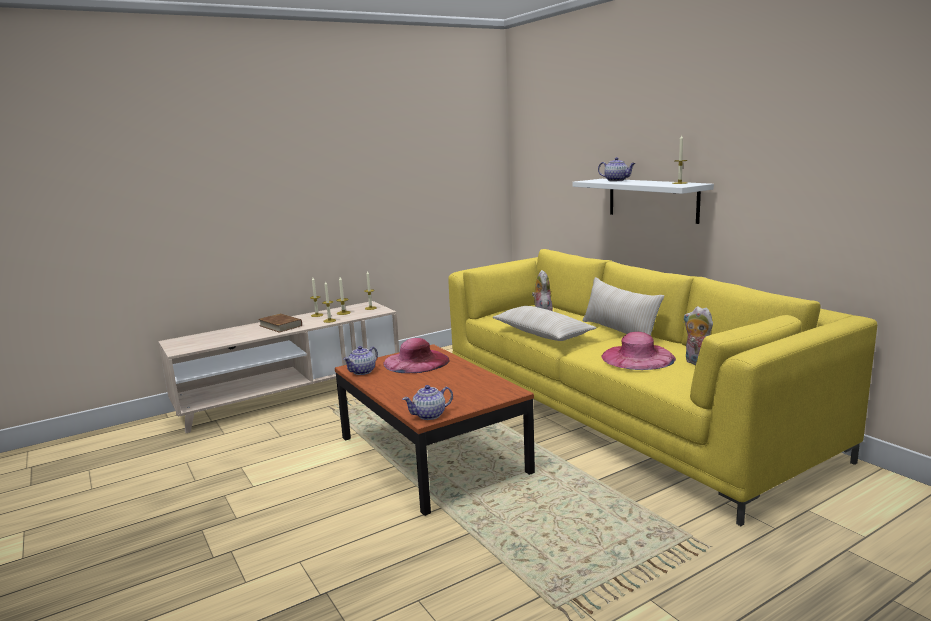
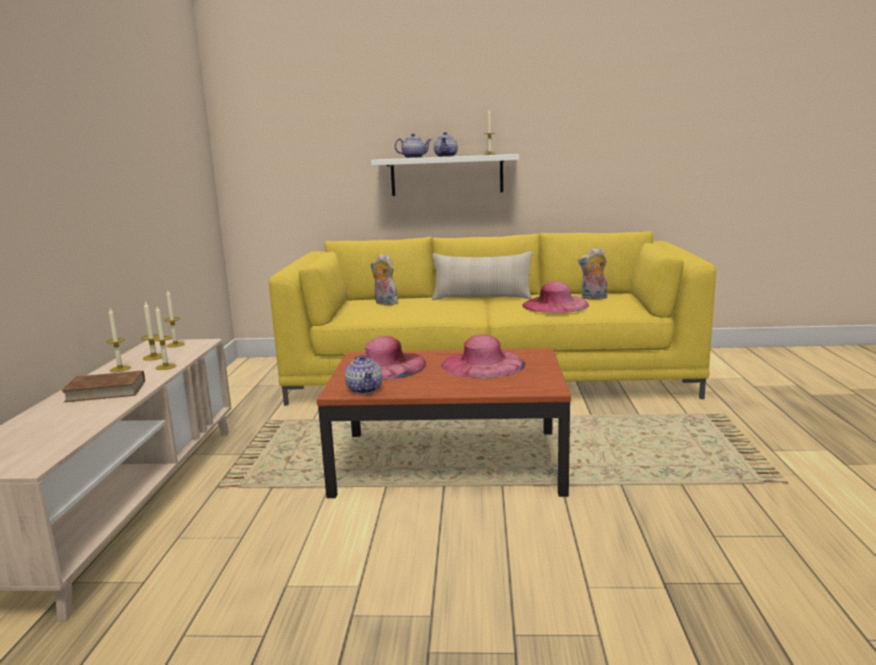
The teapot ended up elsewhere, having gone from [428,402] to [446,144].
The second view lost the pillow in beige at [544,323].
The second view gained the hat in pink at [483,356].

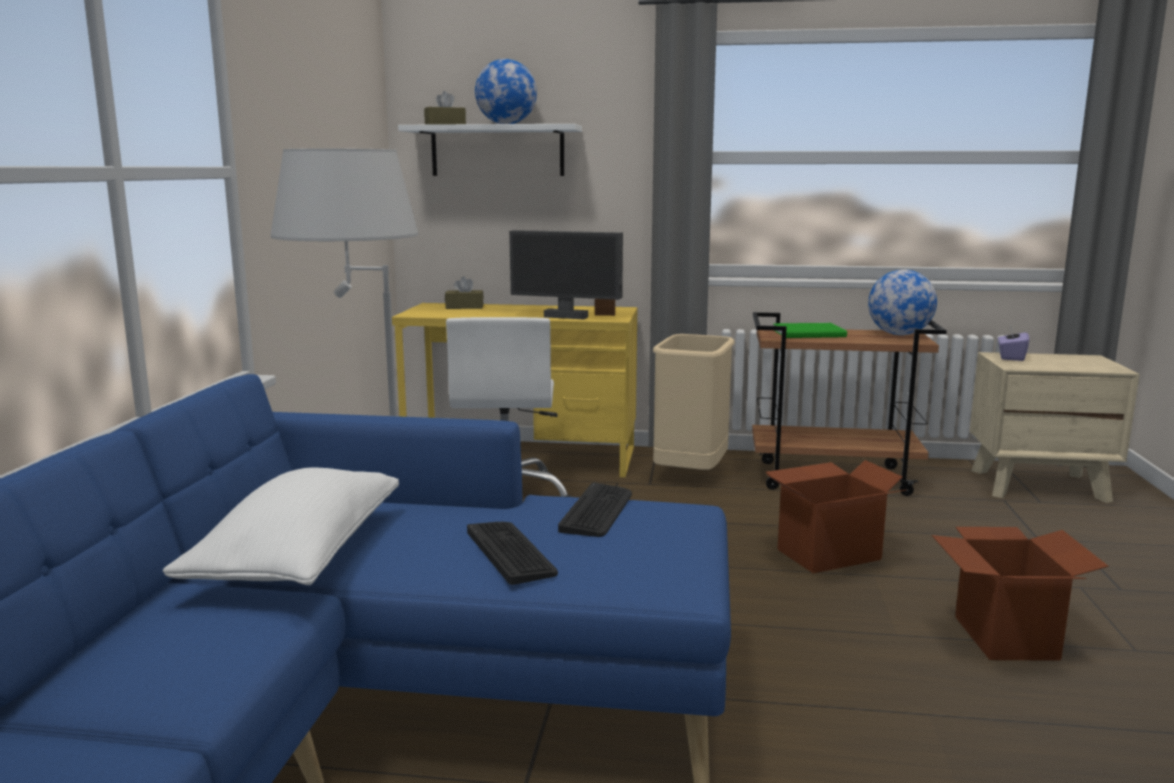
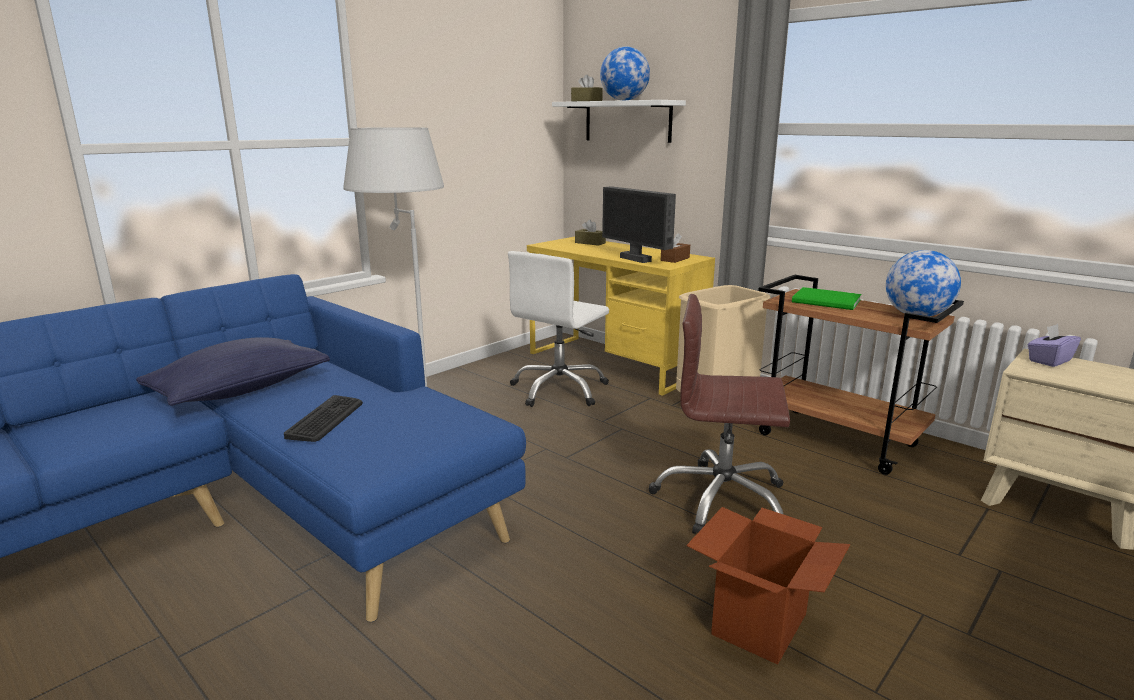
What was the pillow in white at [281,526] turned into the pillow in blue at [233,372].
The second view lost the keyboard at [595,509].
Where the cardboard box stood at [835,516], the office chair in brown came to stand at [719,414].

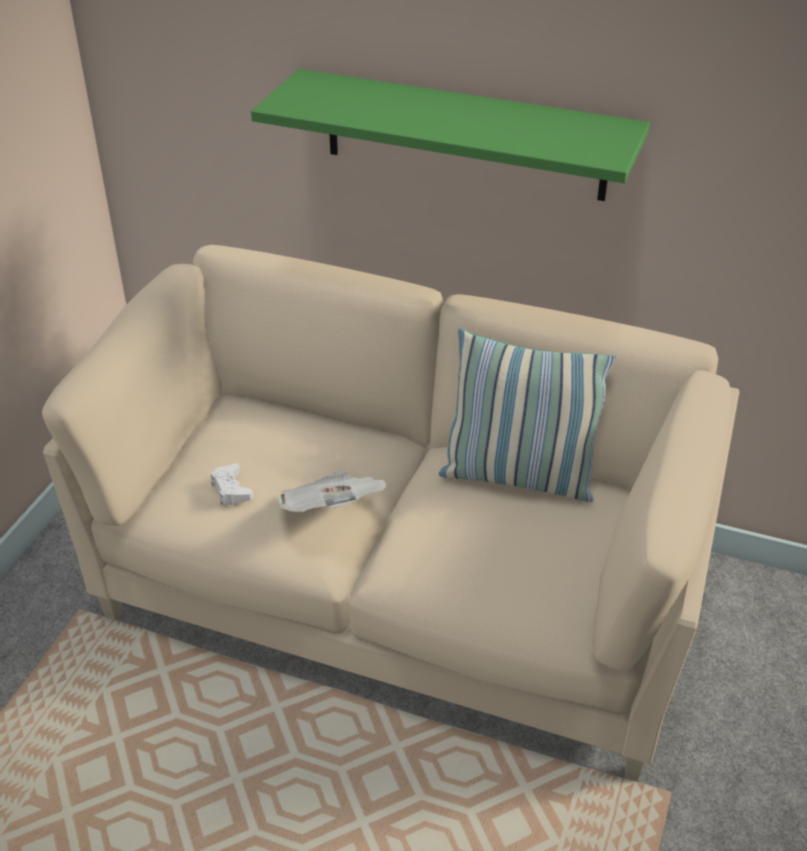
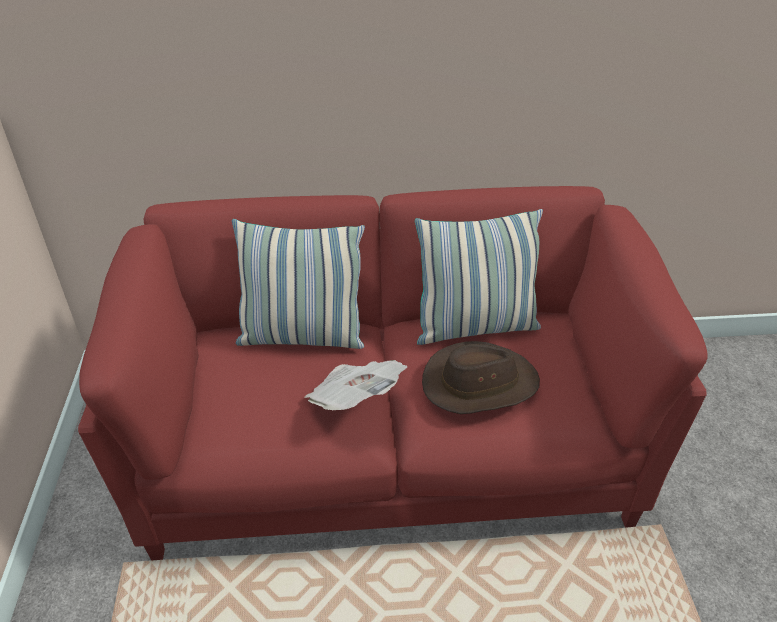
What was the sofa in beige at [390,513] turned into the sofa in red at [393,373].
The second view lost the game controller in white at [232,484].
The second view lost the shelf in green at [450,135].
The second view gained the pillow at [298,284].
The second view gained the hat in brown at [481,377].

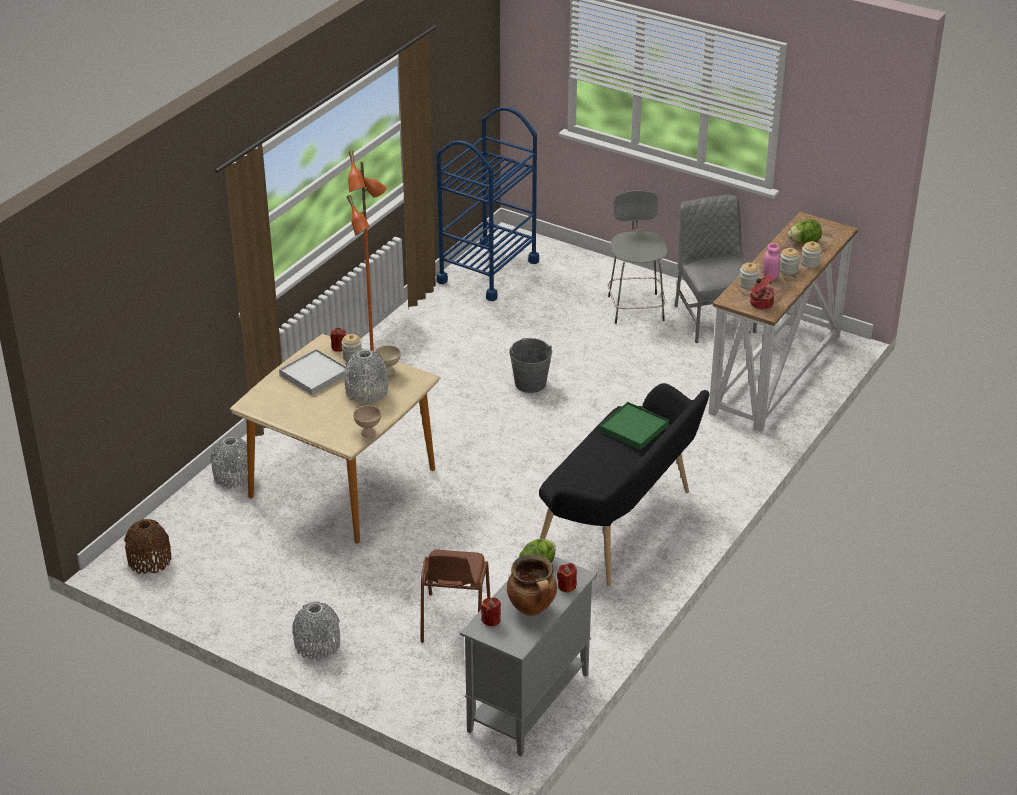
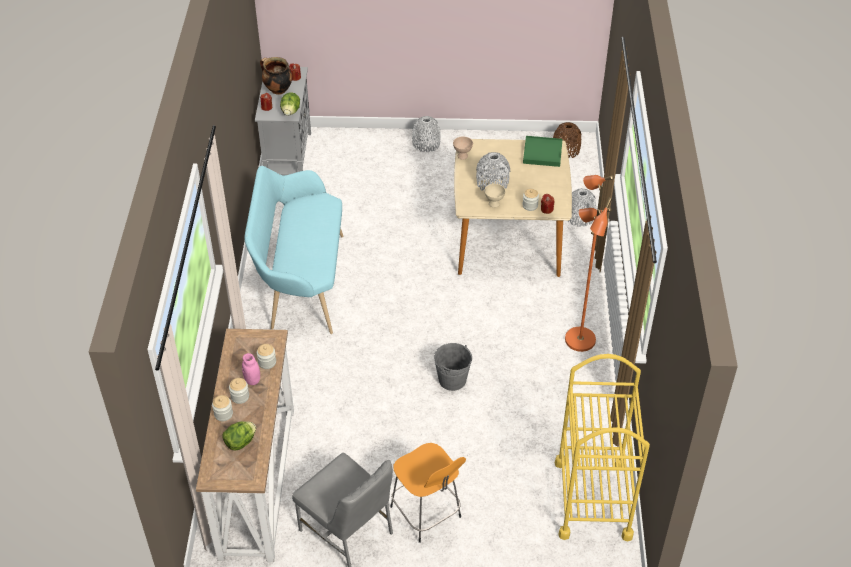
The second view lost the tray in white at [312,372].
The second view lost the chair in brown at [455,596].
What was the cart in blue at [487,204] turned into the cart in yellow at [602,447].
What was the bench in black at [624,484] turned into the bench in turquoise at [293,250].
The tray in green ended up elsewhere, having gone from [634,426] to [542,151].
What was the stool in grey at [638,257] turned into the stool in orange at [428,493].
The second view lost the cooking pot at [762,292].

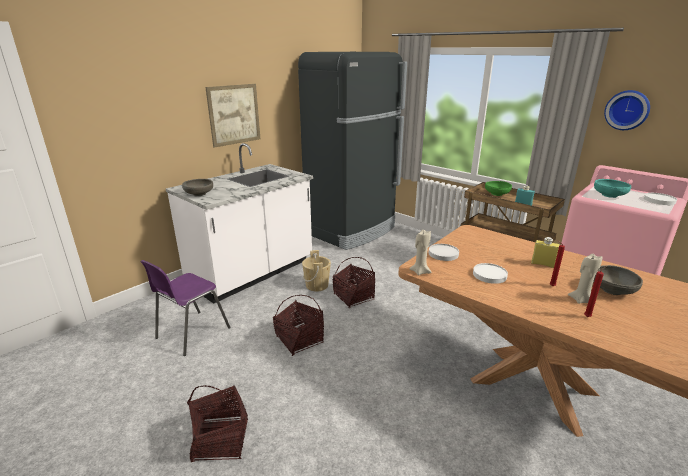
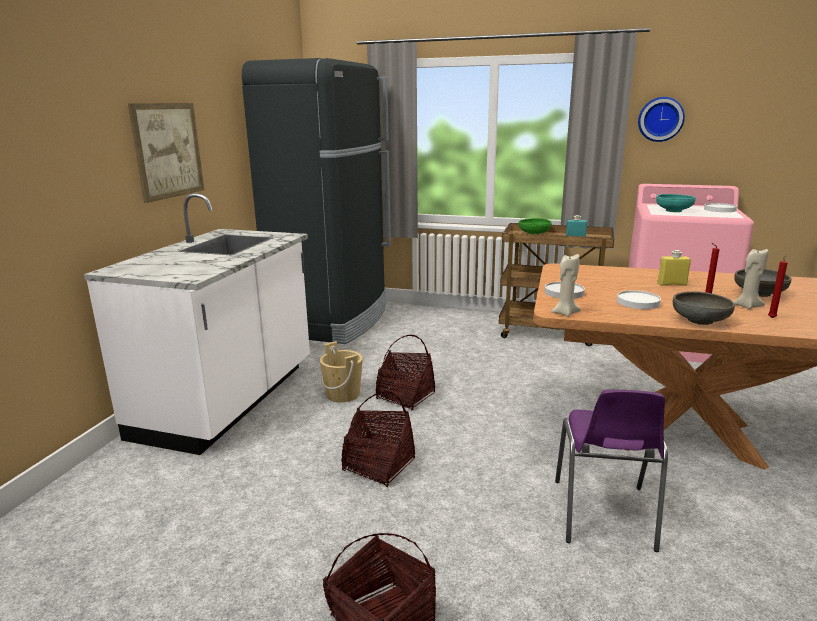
The chair in purple ended up elsewhere, having gone from [185,308] to [611,471].
The bowl in grey ended up elsewhere, having gone from [197,187] to [704,308].

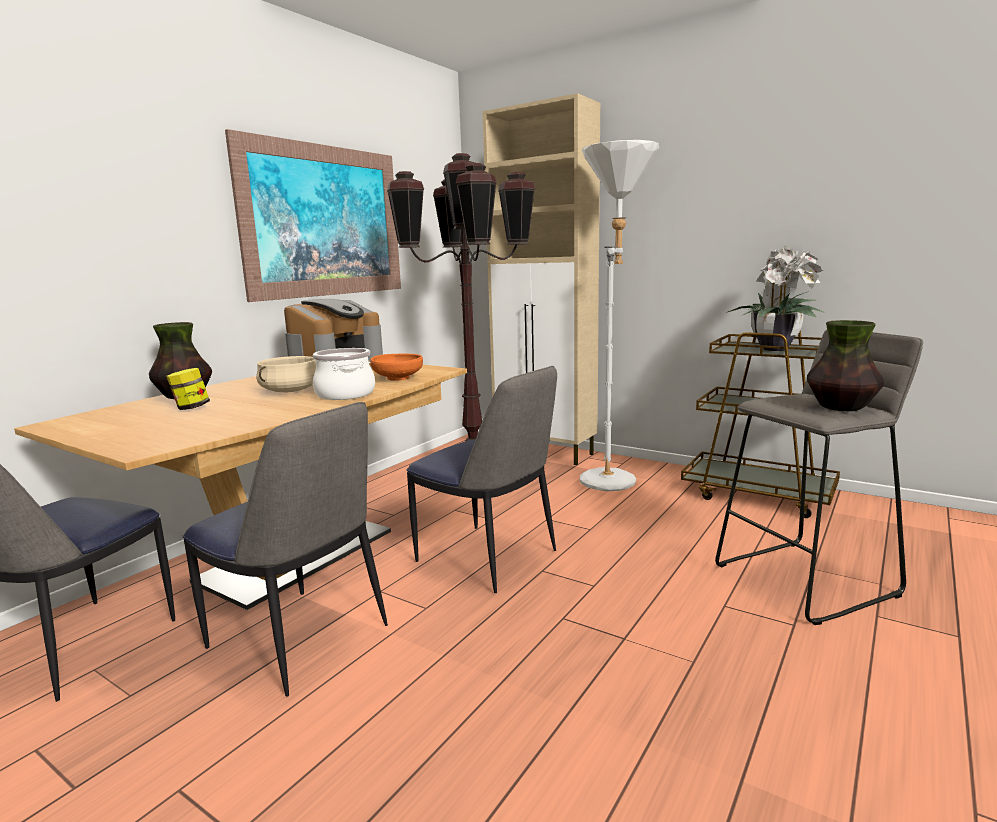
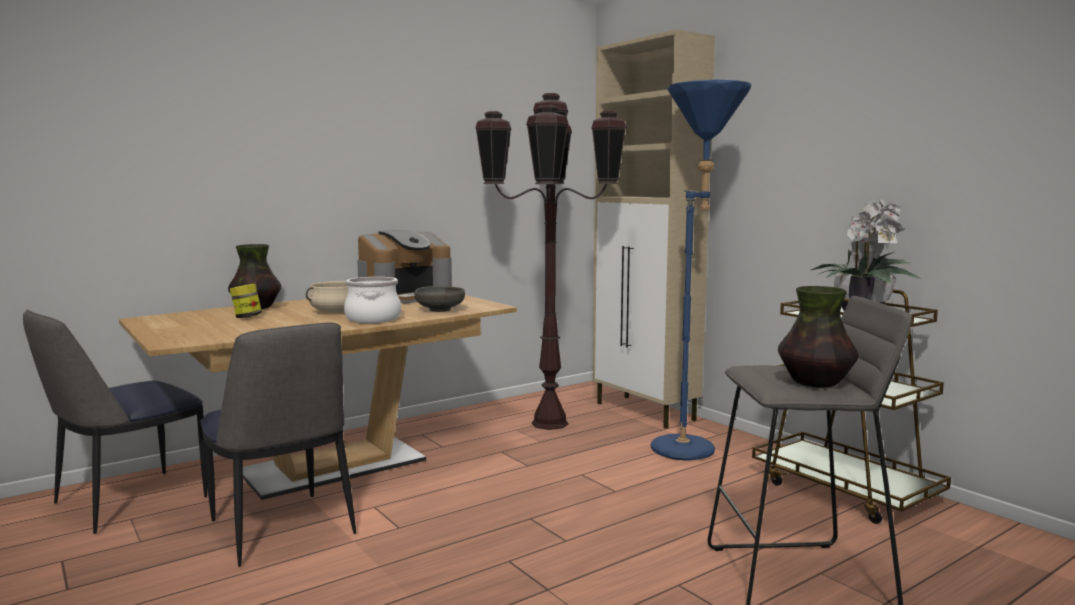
The second view lost the picture at [313,215].
What was the bowl in orange at [396,367] turned into the bowl in grey at [439,299].
The second view lost the chair at [482,479].
What was the floor lamp in white at [619,315] turned into the floor lamp in blue at [701,270].

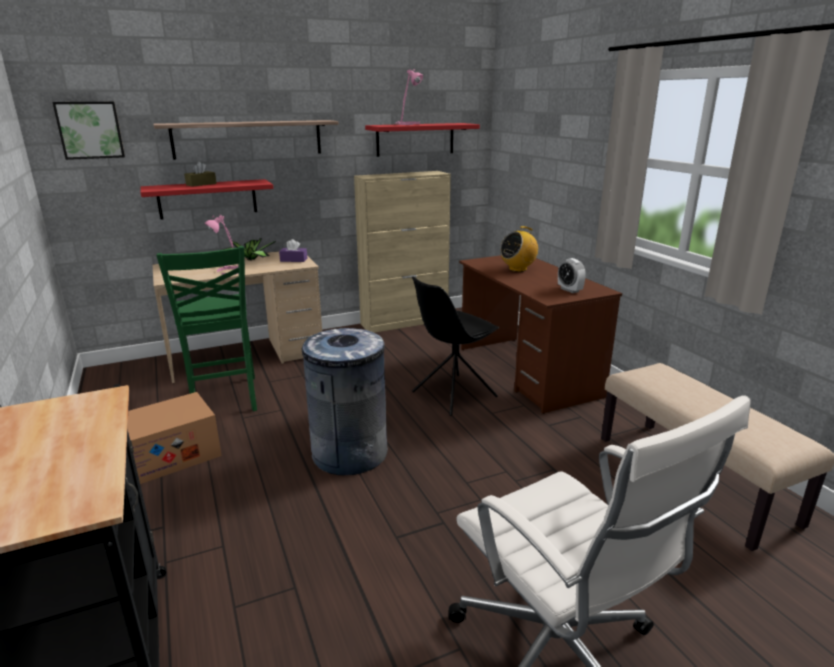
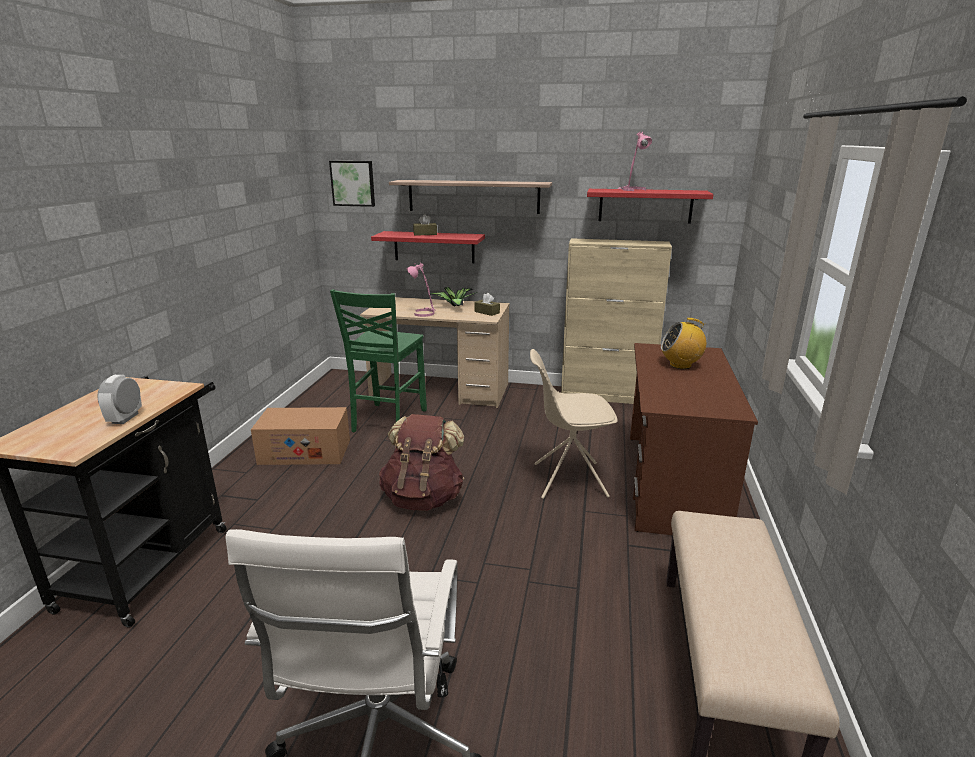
What was the tissue box in purple at [293,250] turned into the tissue box in brown at [487,304].
Where the trash can in grey stood at [344,401], the backpack in brown came to stand at [421,462].
What was the chair in black at [455,346] turned into the chair in beige at [574,424].
The alarm clock ended up elsewhere, having gone from [572,275] to [120,399].

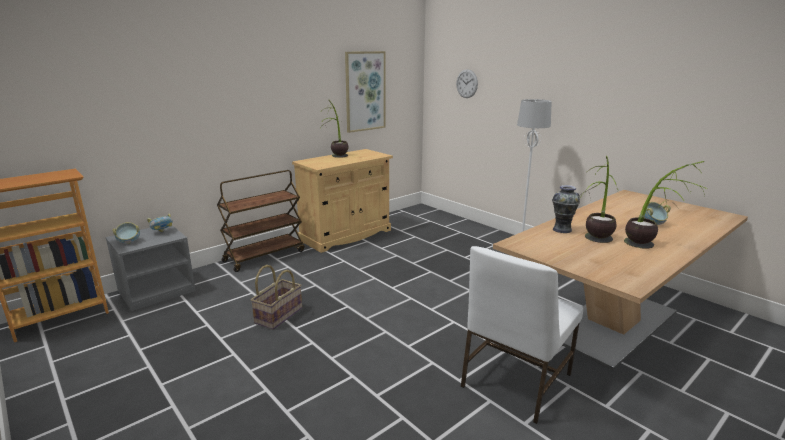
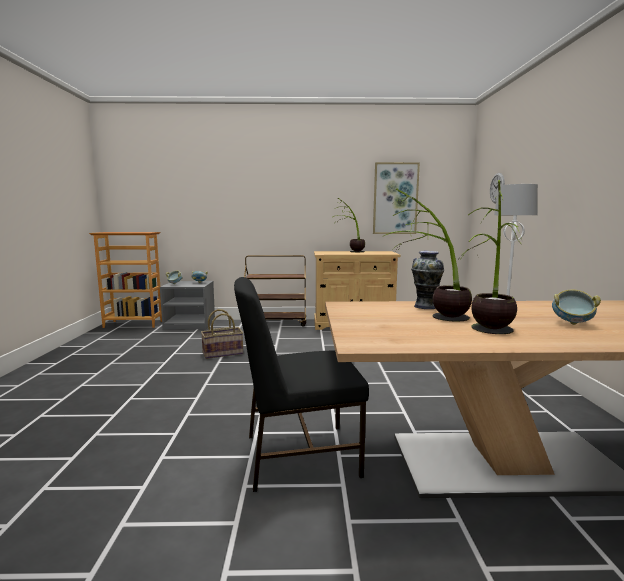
What was the chair in white at [522,335] turned into the chair in black at [301,384].

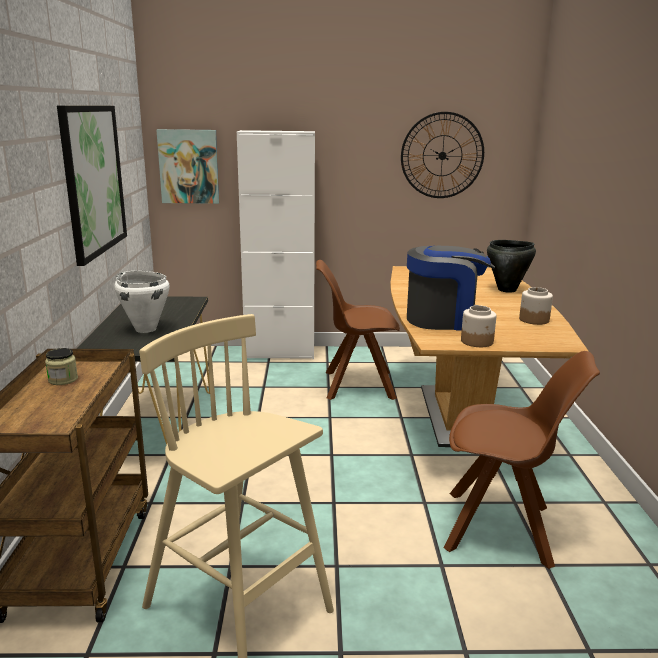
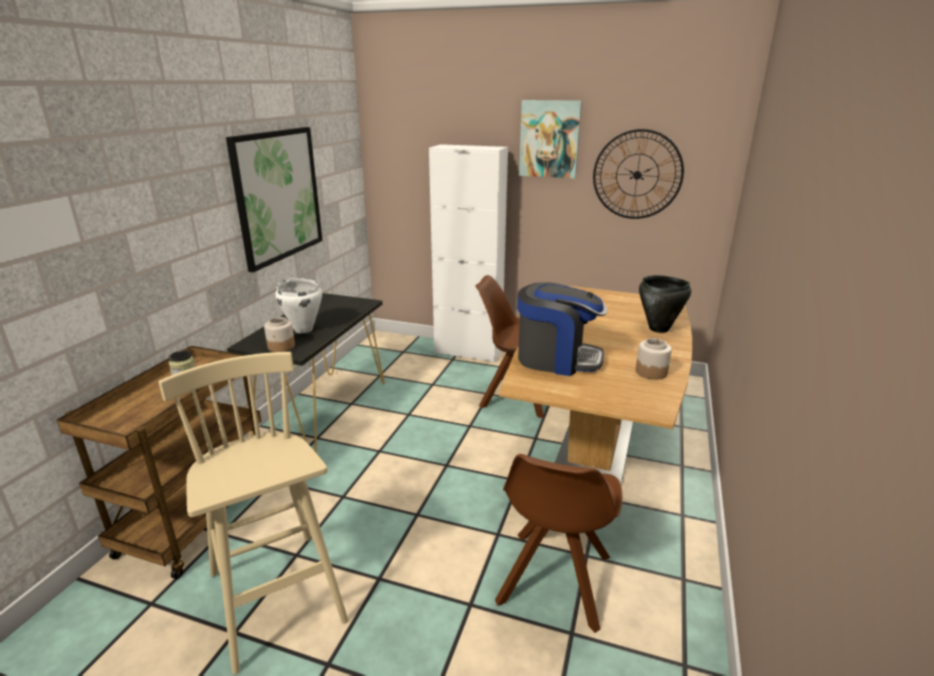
The picture ended up elsewhere, having gone from [187,166] to [550,139].
The chair in brown at [521,460] ended up facing another way, 75 degrees clockwise from before.
The jar ended up elsewhere, having gone from [478,326] to [279,334].

